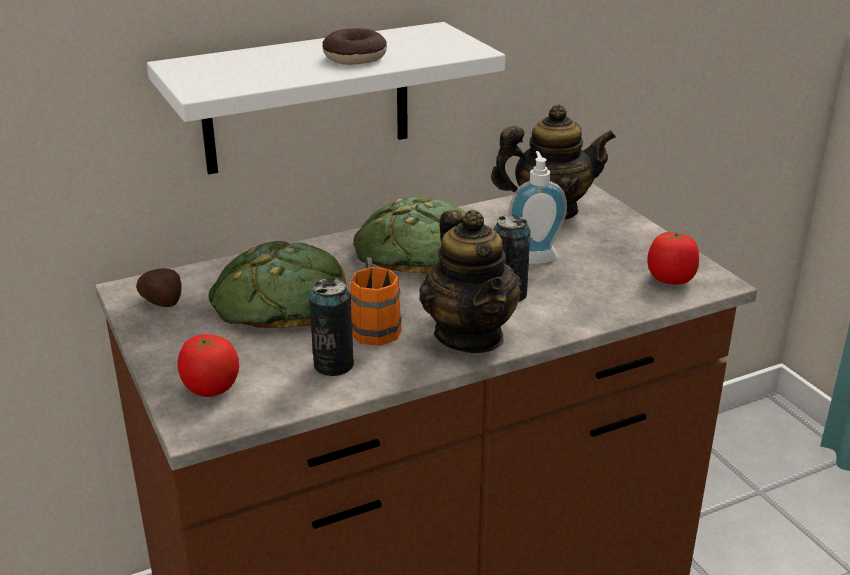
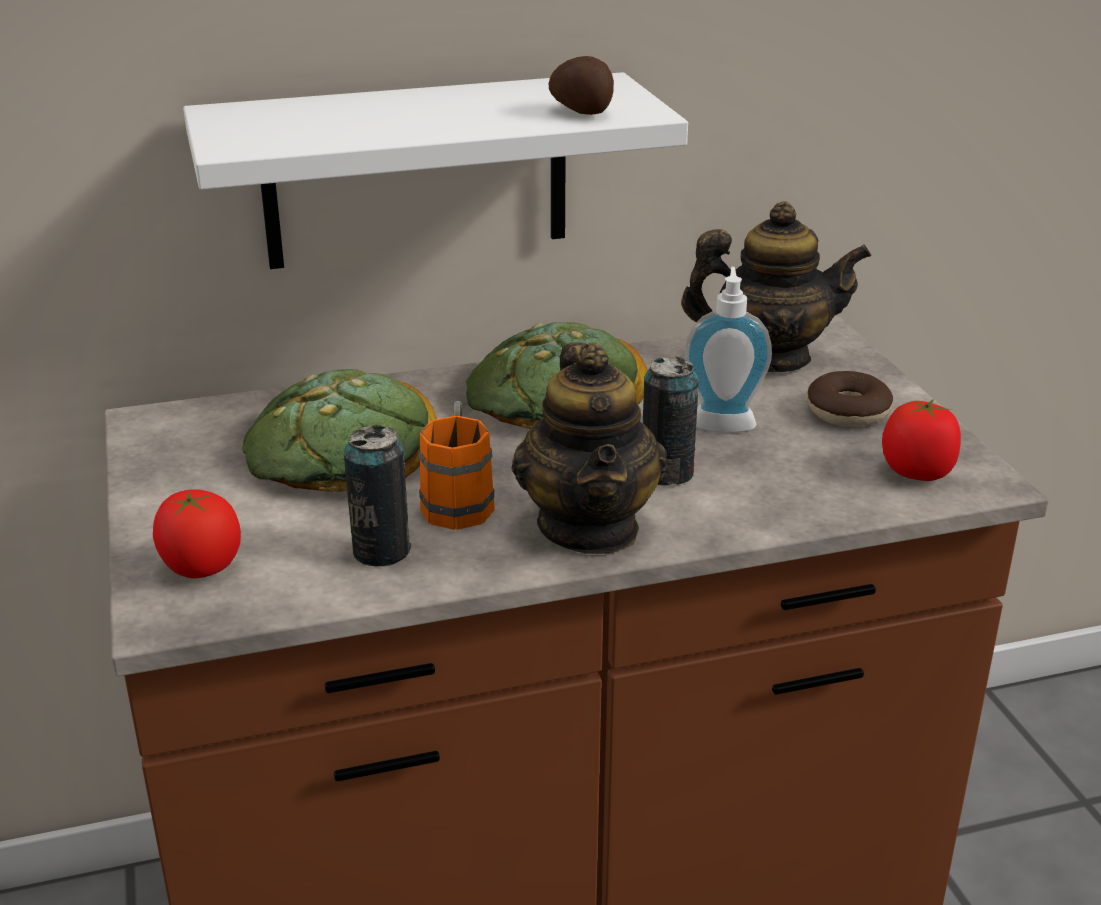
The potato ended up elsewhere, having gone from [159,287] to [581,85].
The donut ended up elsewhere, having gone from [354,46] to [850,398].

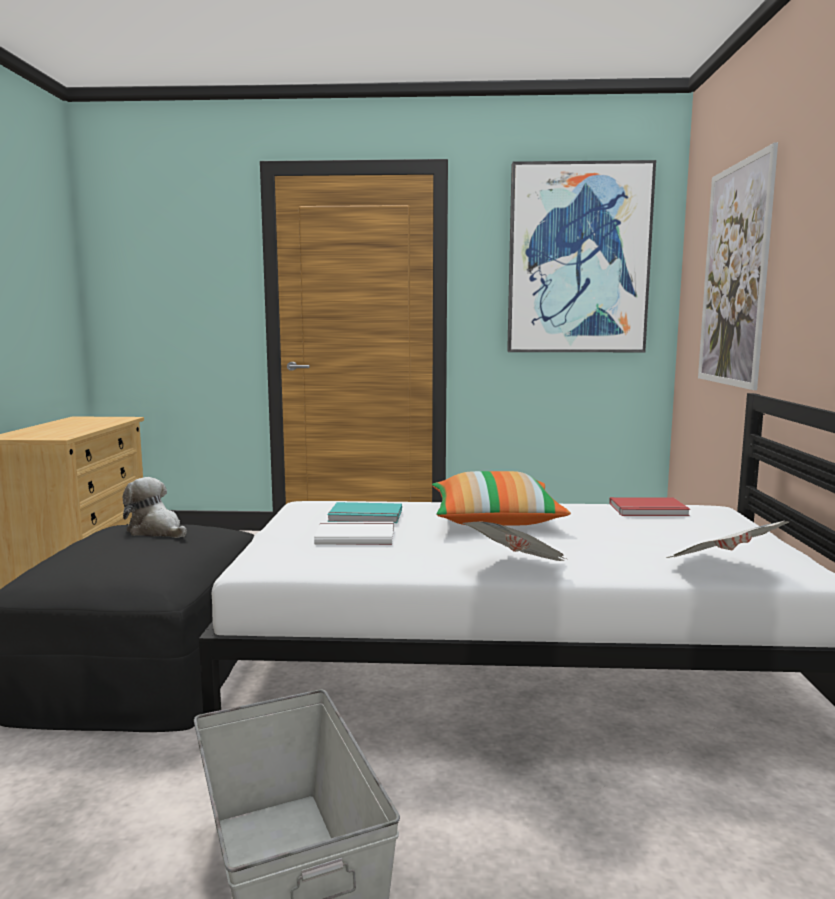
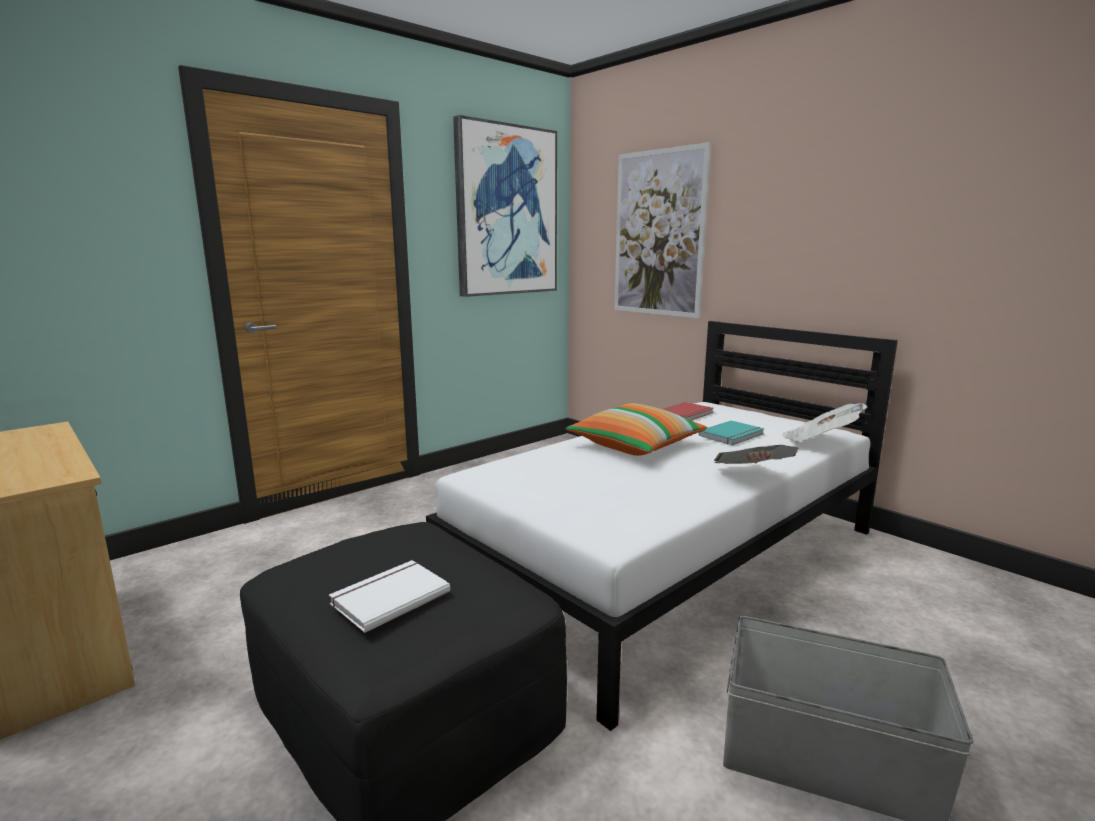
The second view lost the plush toy at [155,507].
The book in white ended up elsewhere, having gone from [354,533] to [389,596].
The book in turquoise ended up elsewhere, having gone from [364,512] to [732,432].

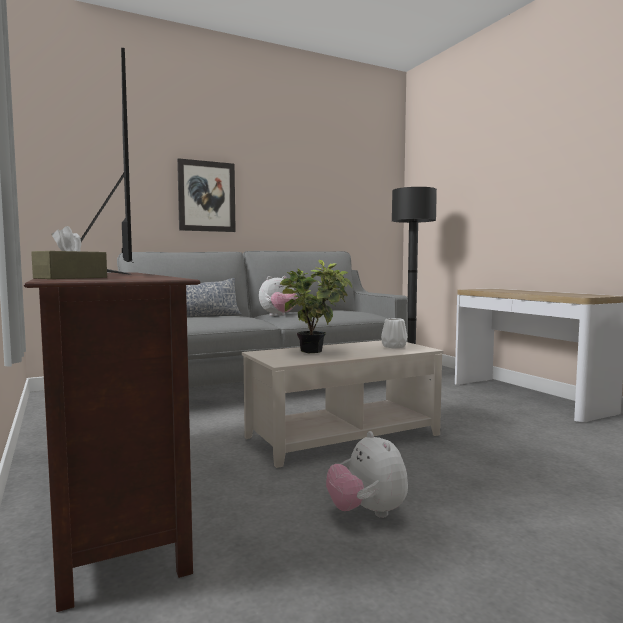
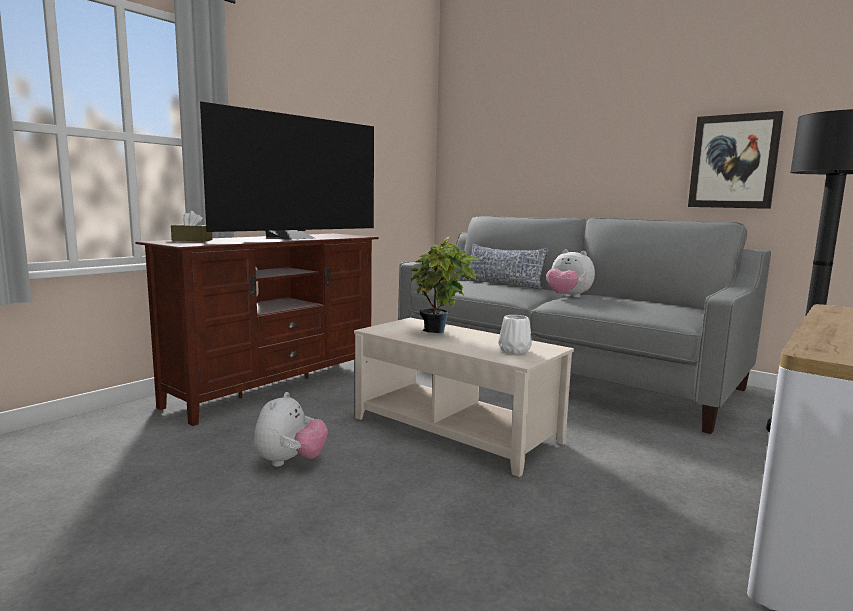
The picture ended up elsewhere, having gone from [206,195] to [736,160].
The plush toy at [367,474] ended up facing another way, 150 degrees clockwise from before.

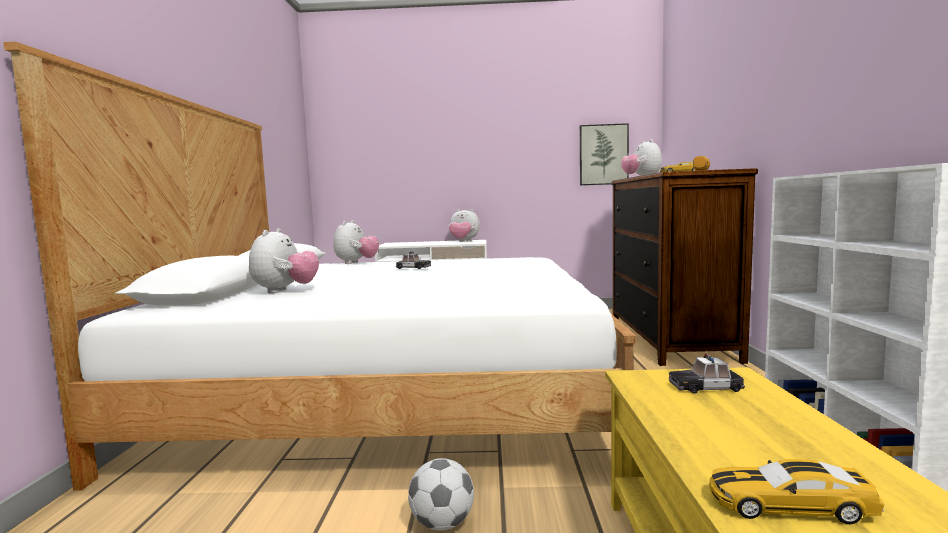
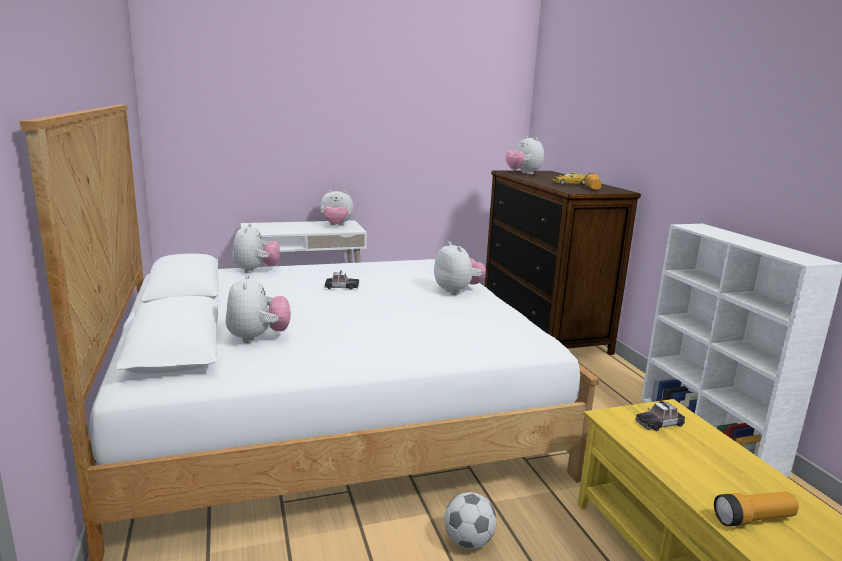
The second view lost the picture at [604,154].
Where the toy car stood at [796,491], the flashlight came to stand at [756,509].
The second view gained the plush toy at [460,268].

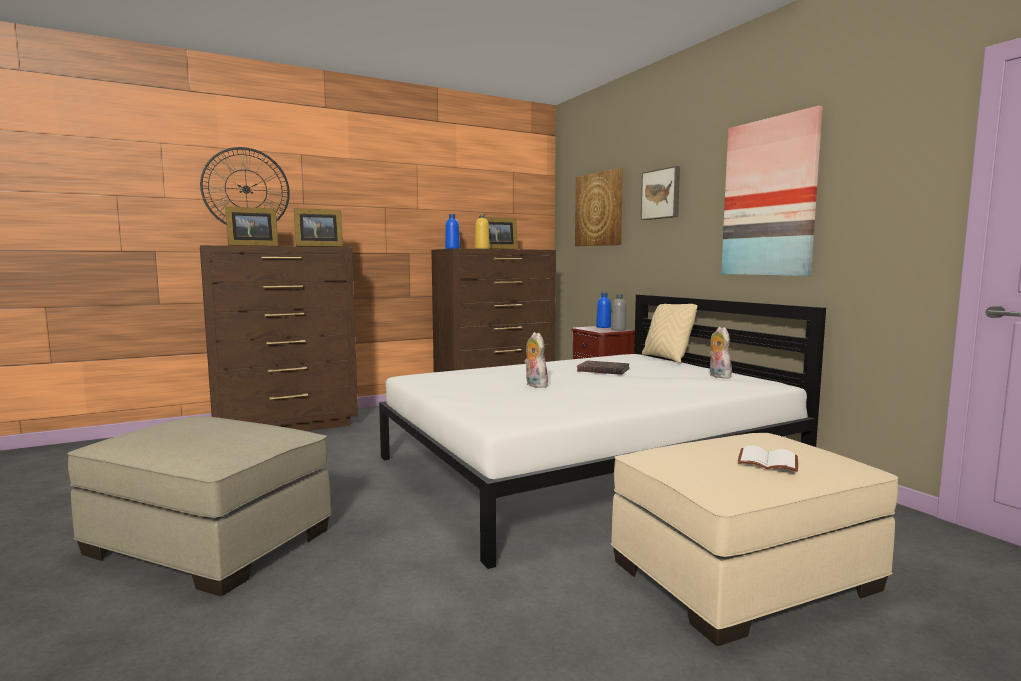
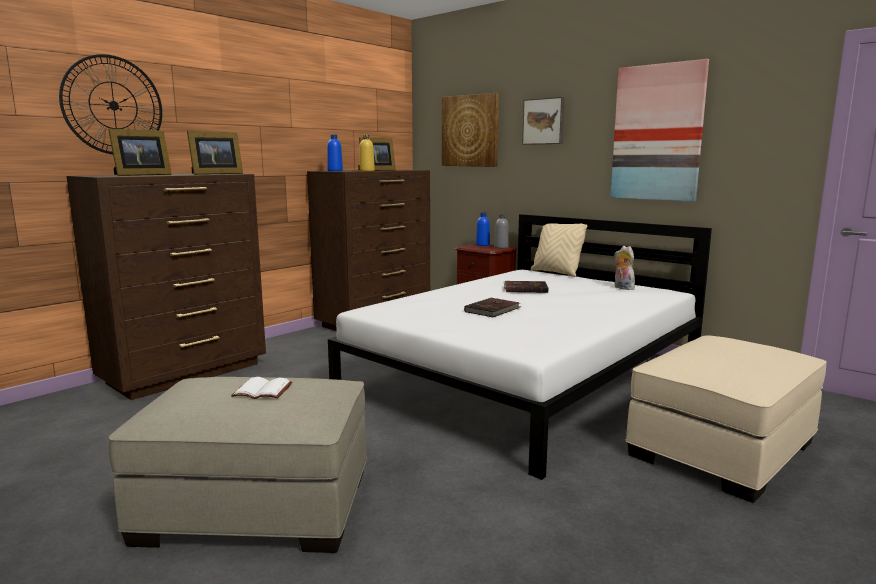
Where the plush toy stood at [536,360], the book in brown came to stand at [493,307].
The book in white ended up elsewhere, having gone from [768,459] to [261,388].

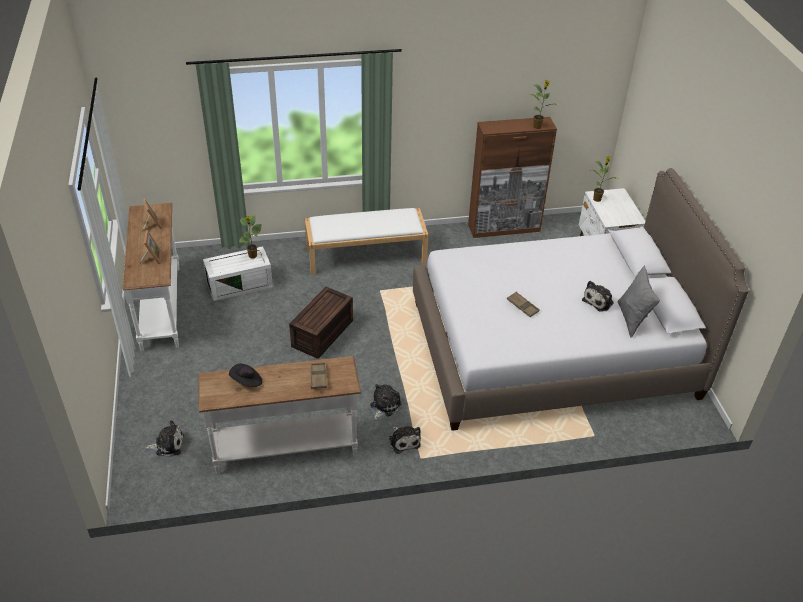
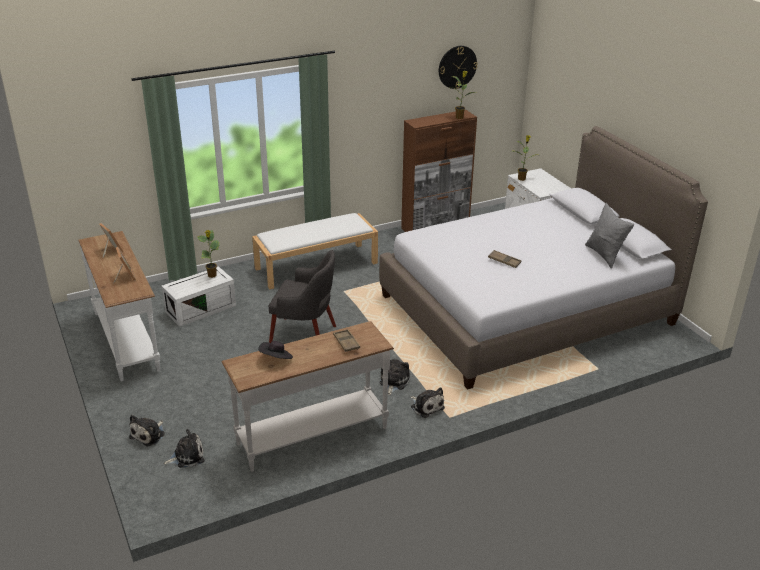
Where the storage box in brown stood at [321,323], the armchair in grey came to stand at [302,296].
The plush toy ended up elsewhere, having gone from [598,296] to [147,430].
The second view gained the wall clock at [458,67].

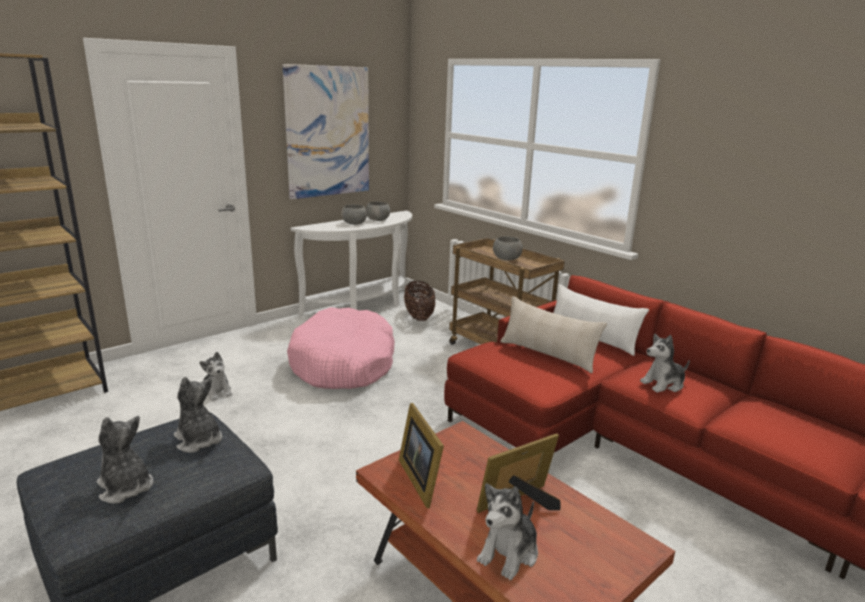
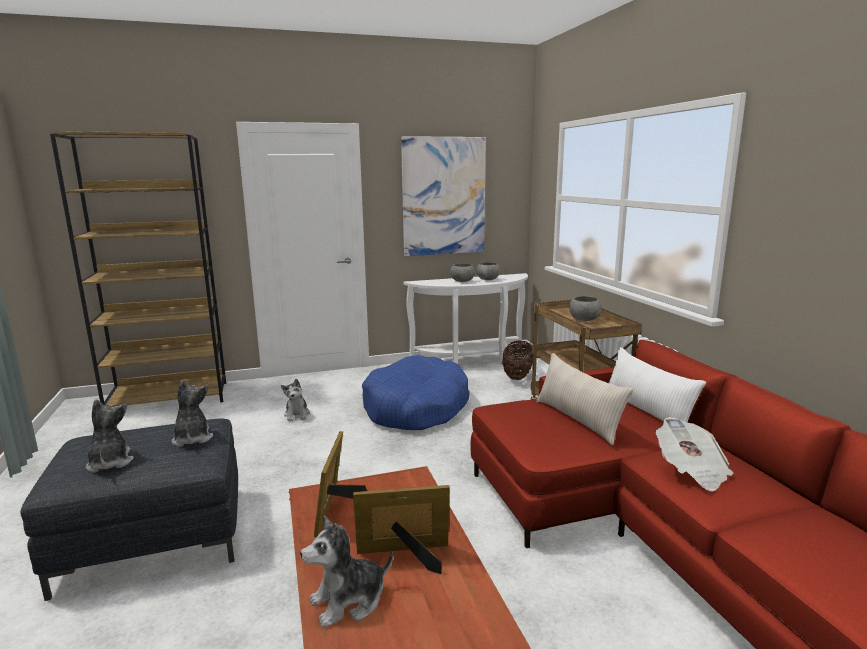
What was the dog bed in pink at [341,348] turned into the dog bed in blue at [416,392].
Where the plush toy stood at [665,363], the newspaper came to stand at [694,454].

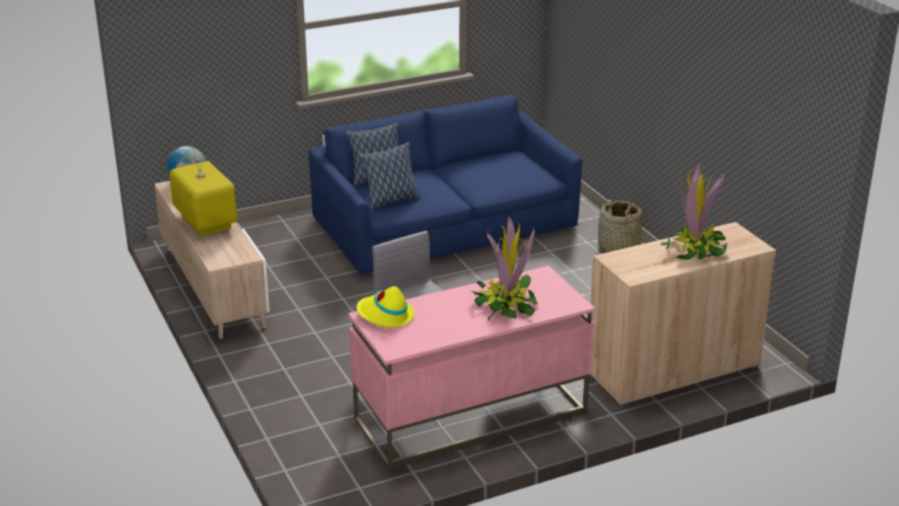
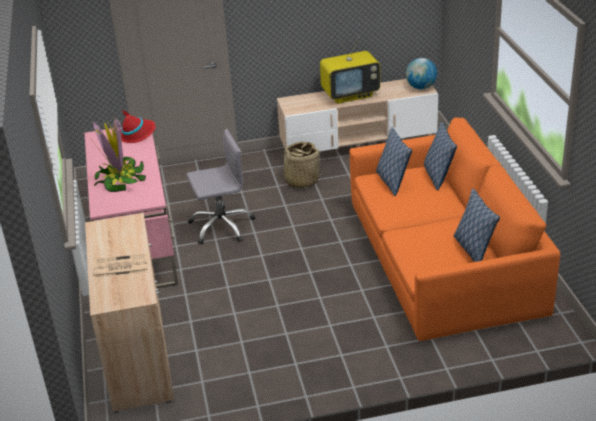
What was the sofa in blue at [445,184] turned into the sofa in orange at [454,229].
What was the hat in yellow at [385,307] turned into the hat in red at [138,126].
The basket ended up elsewhere, having gone from [620,226] to [301,165].
Where the potted plant stood at [695,211], the newspaper came to stand at [120,265].
The second view gained the pillow at [476,225].

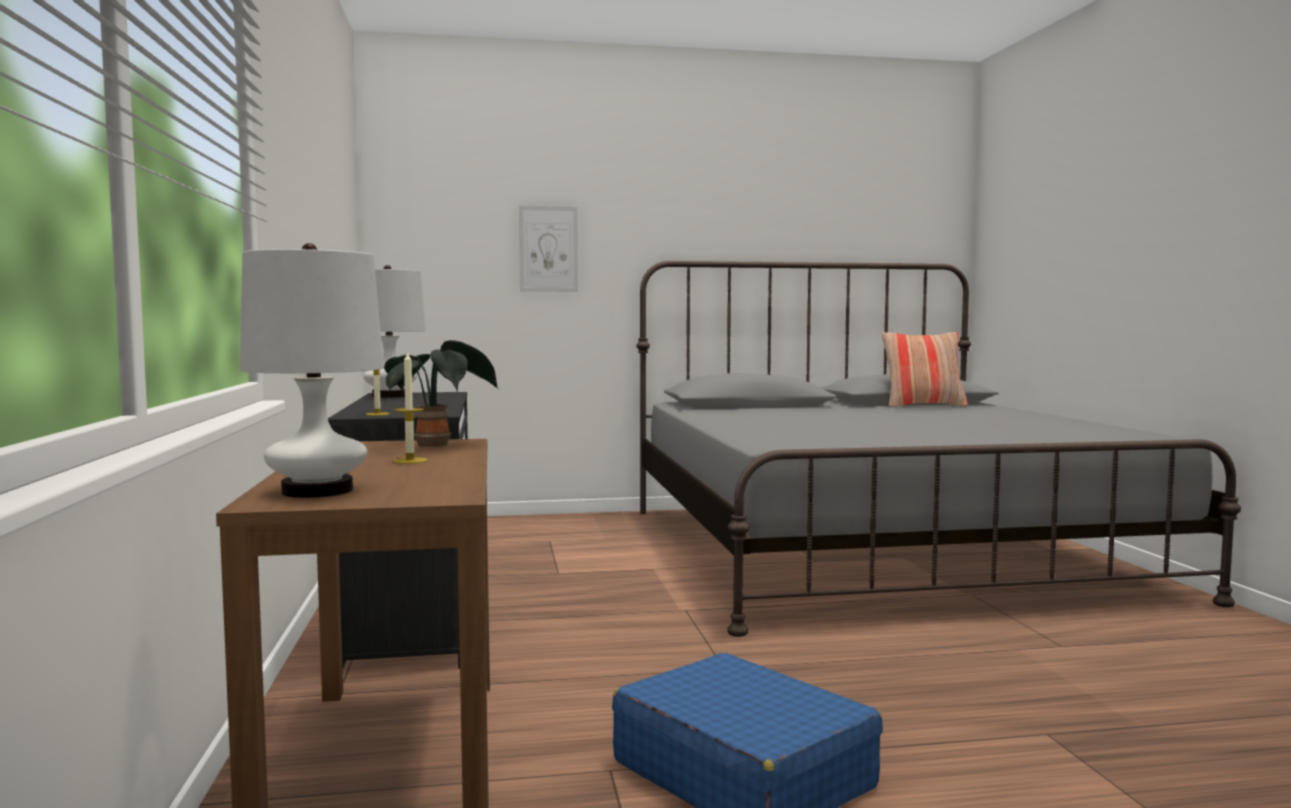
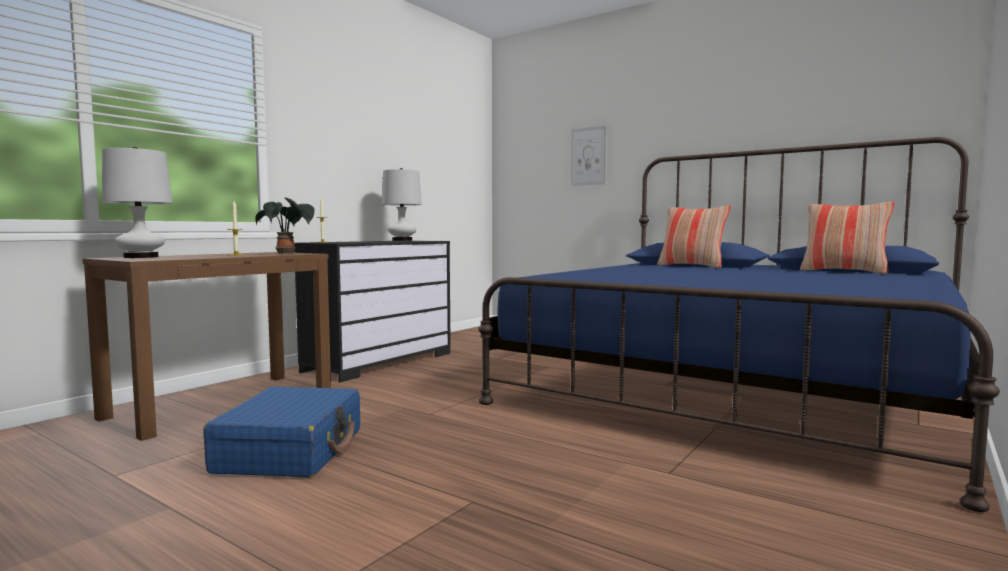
What was the bed in grey at [938,449] turned into the bed in blue at [739,324].
The second view gained the pillow at [694,236].

